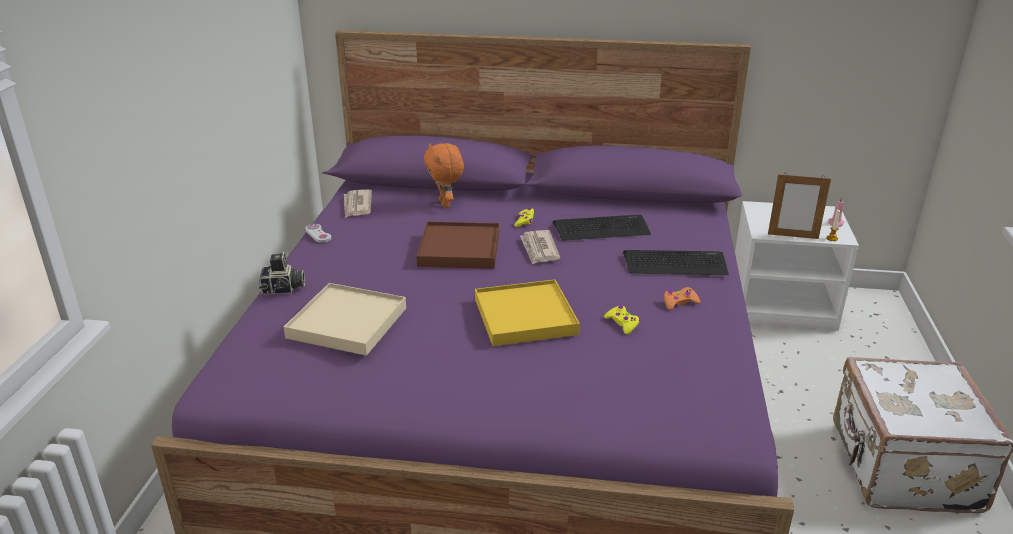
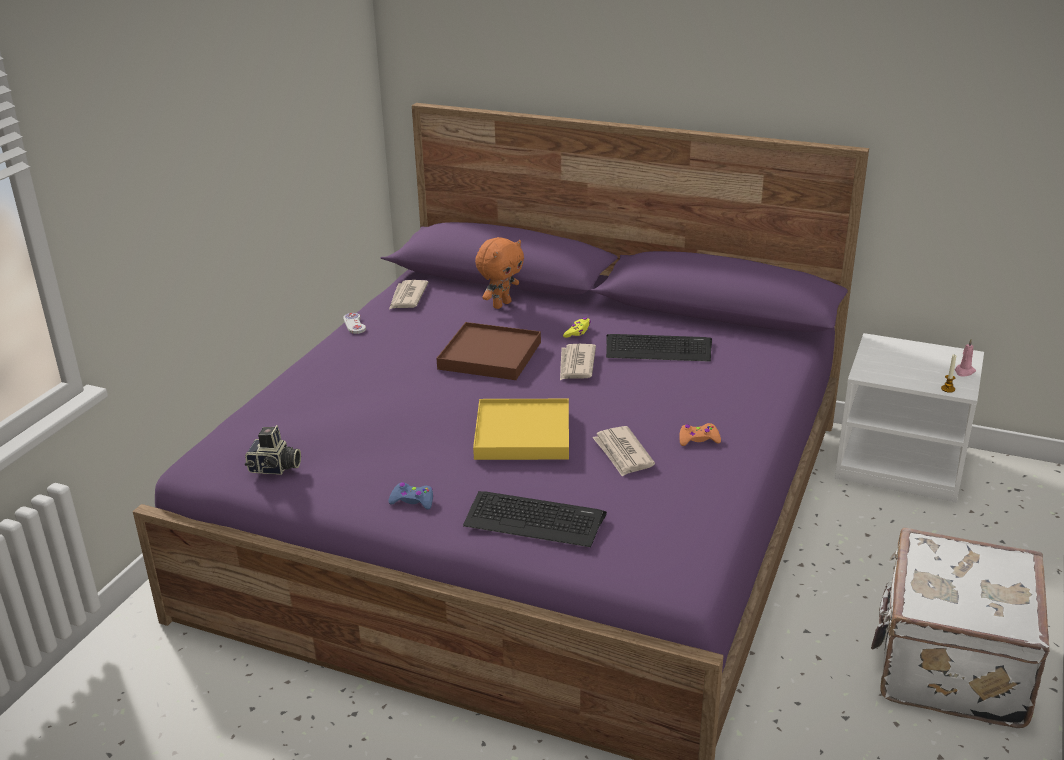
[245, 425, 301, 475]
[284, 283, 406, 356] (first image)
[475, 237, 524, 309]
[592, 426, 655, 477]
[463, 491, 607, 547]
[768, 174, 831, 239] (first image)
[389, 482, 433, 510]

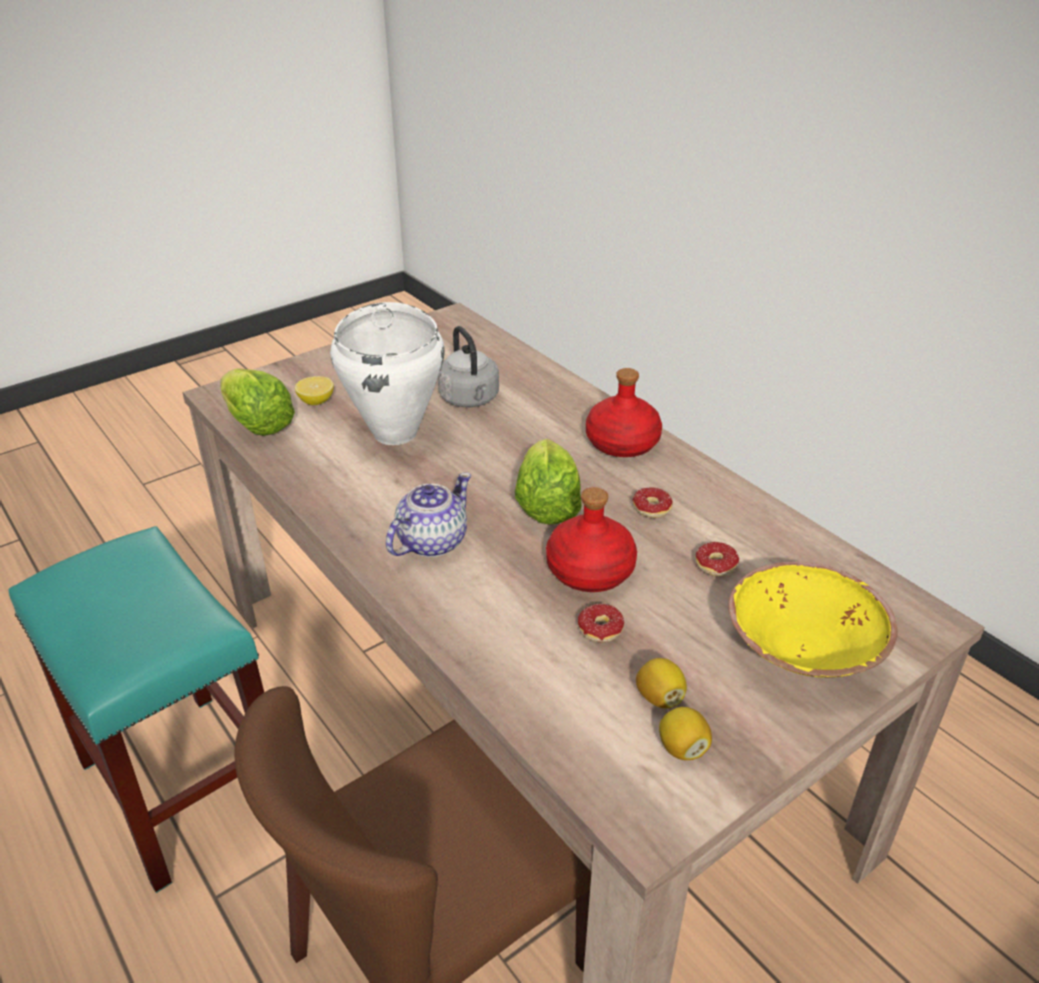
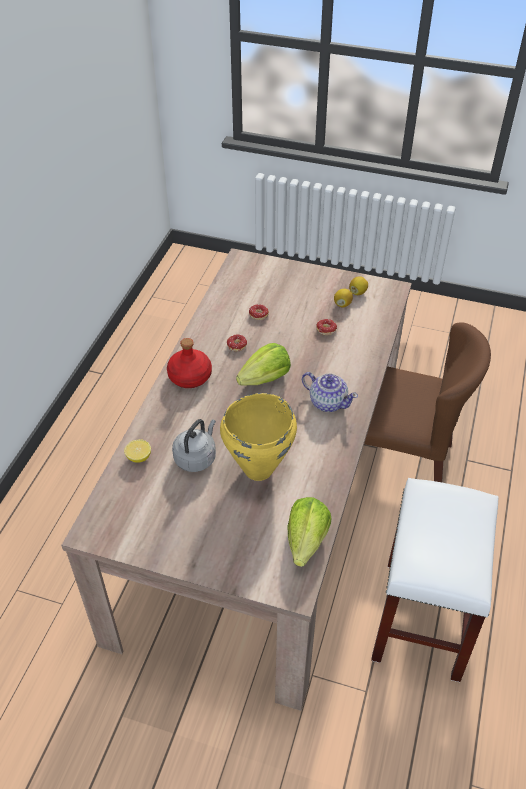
[371, 478, 499, 682]
[124, 439, 151, 463]
[220, 393, 297, 481]
[302, 372, 358, 412]
[546, 487, 637, 592] (first image)
[728, 562, 897, 678] (first image)

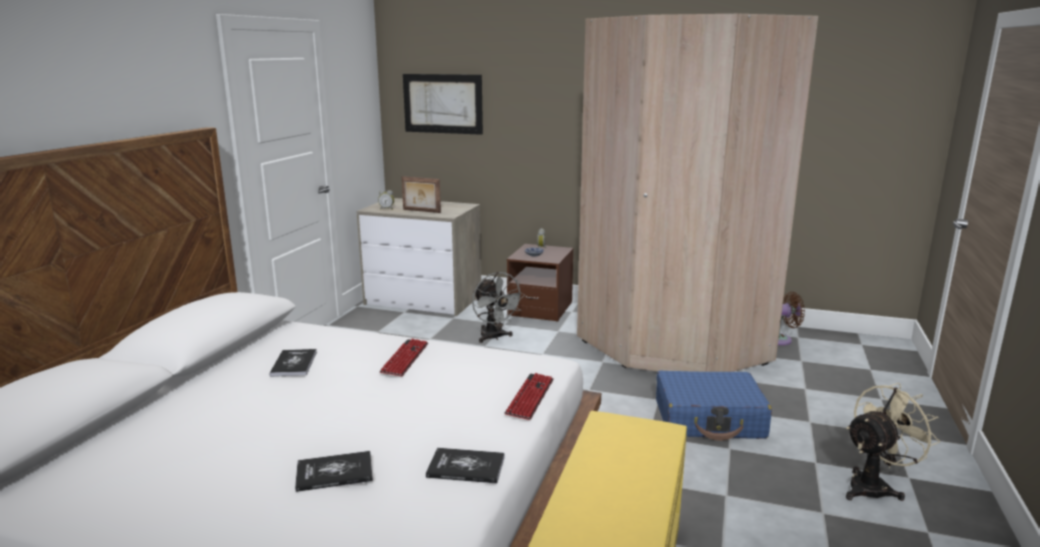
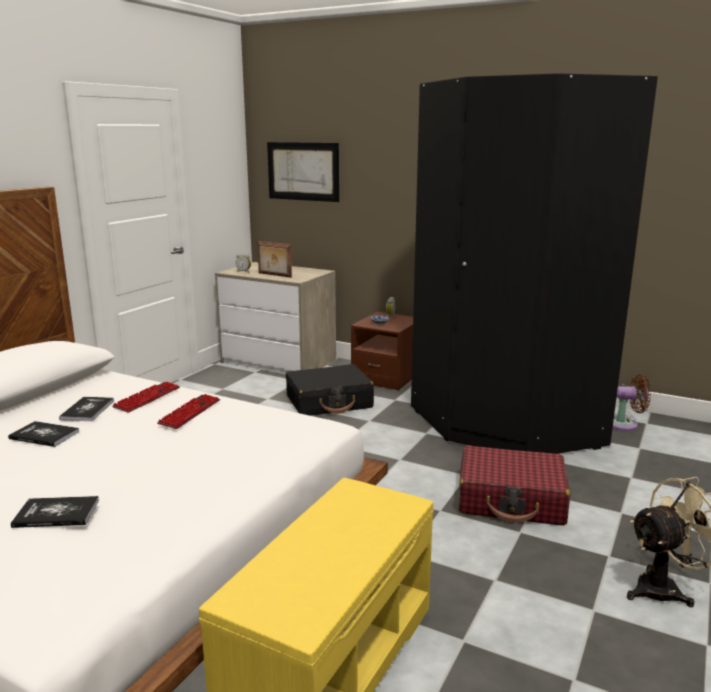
[8, 421, 79, 447]
[286, 364, 374, 416]
[112, 382, 180, 413]
[411, 73, 658, 454]
[459, 445, 570, 525]

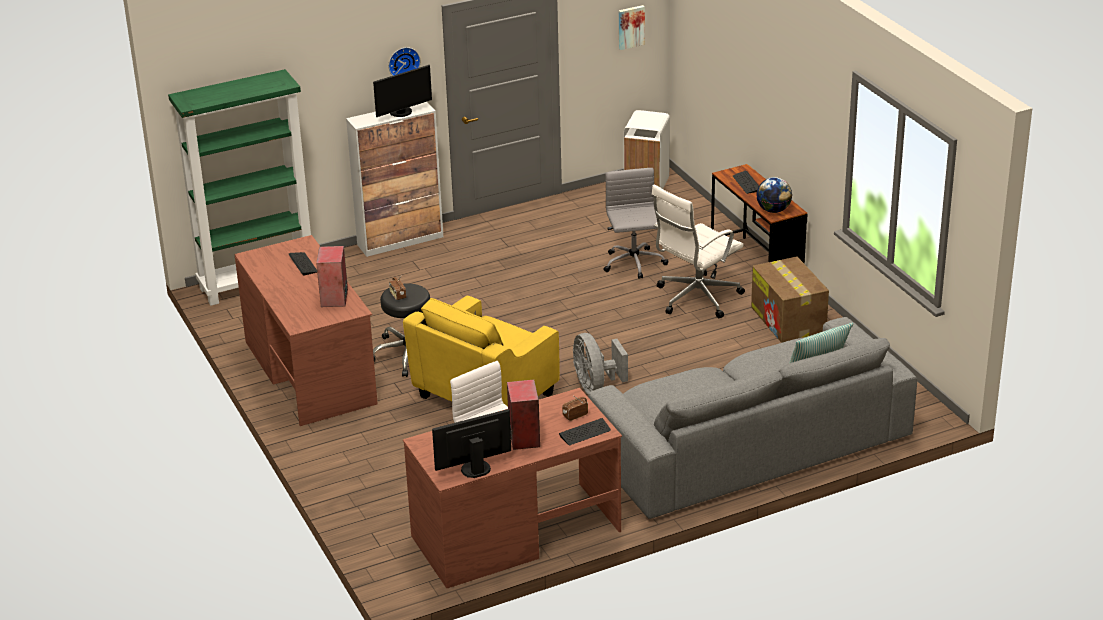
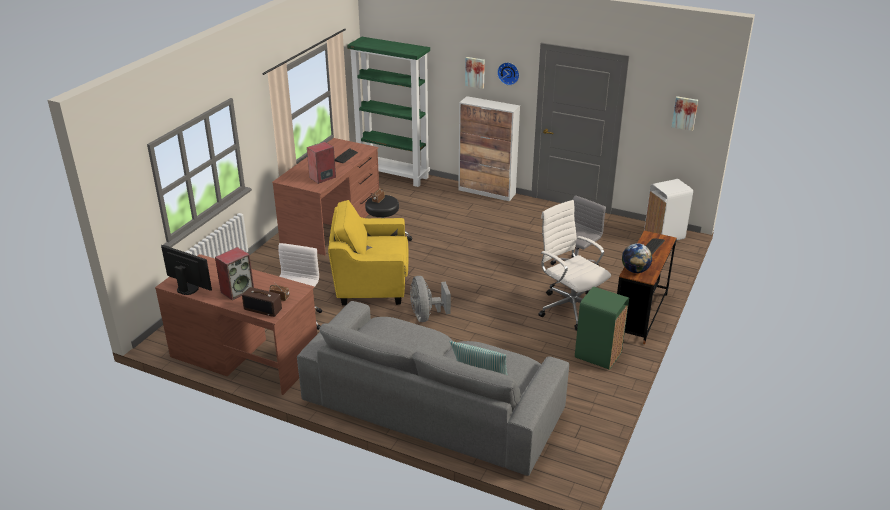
[373, 65, 432, 117] (first image)
[242, 287, 282, 317]
[410, 276, 451, 322]
[539, 200, 611, 331]
[575, 287, 629, 370]
[465, 57, 485, 89]

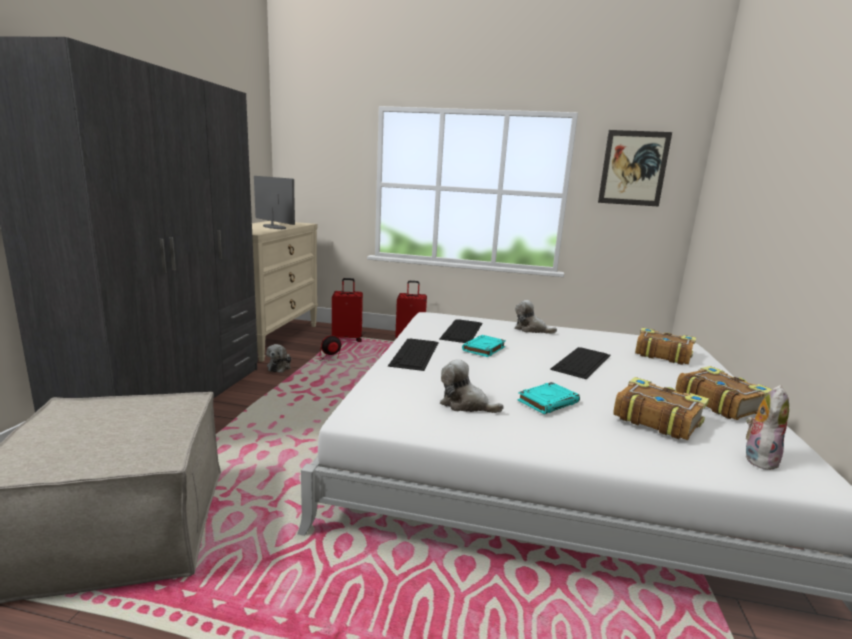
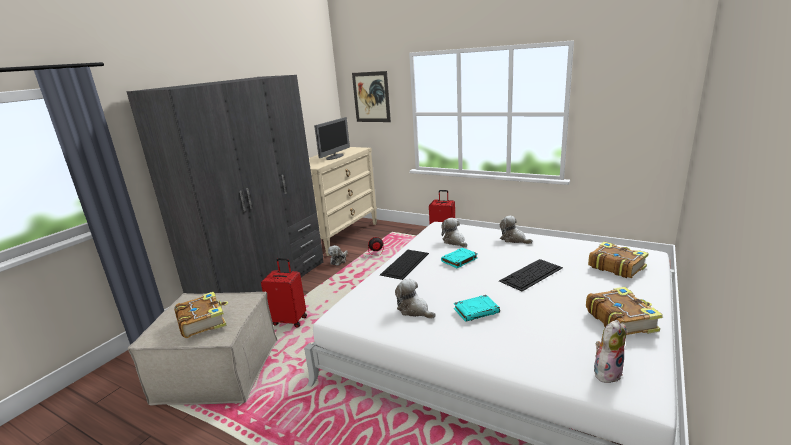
[314, 117, 350, 160]
[261, 258, 307, 327]
[442, 218, 467, 247]
[352, 71, 391, 122]
[174, 292, 228, 338]

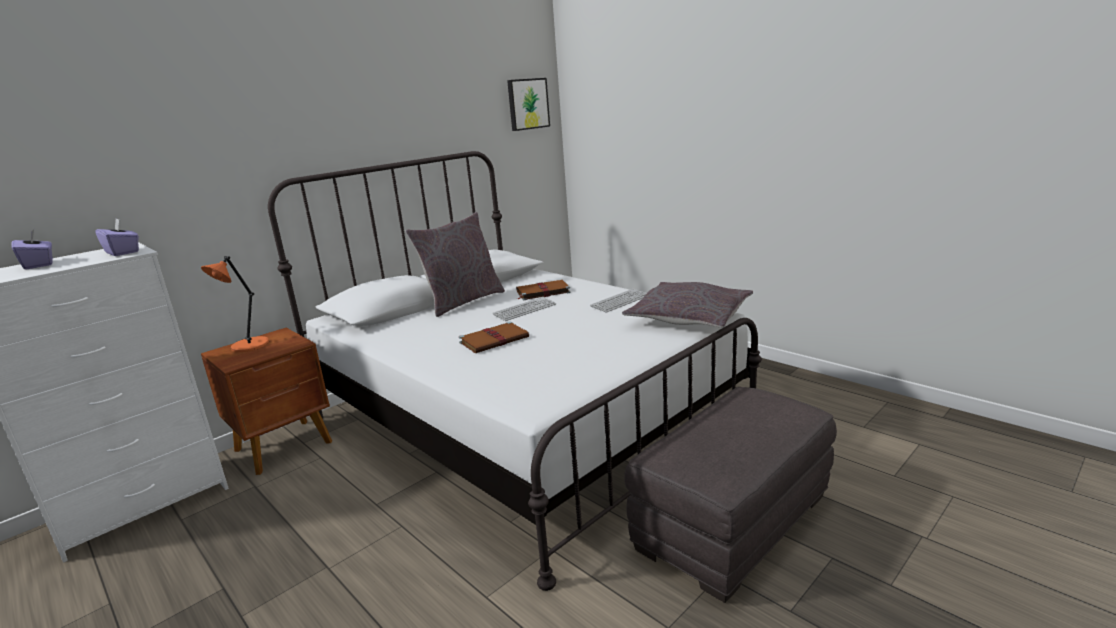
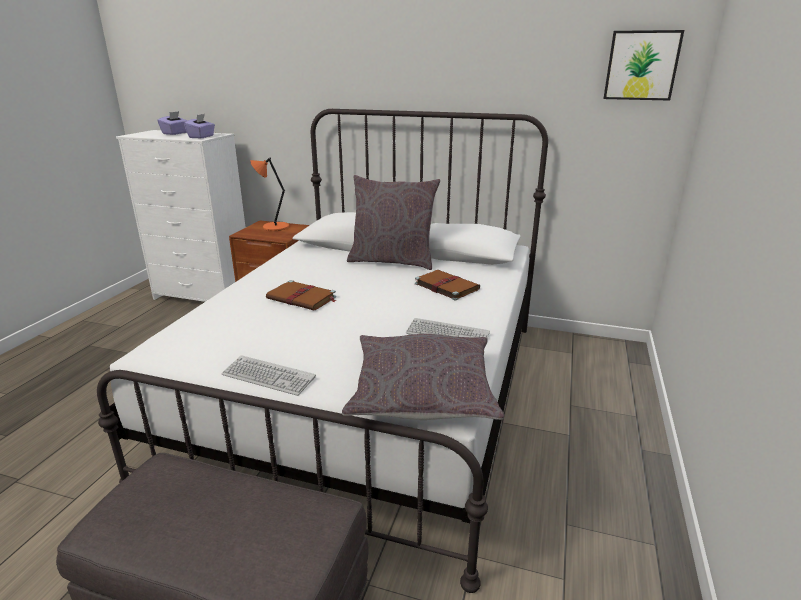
[221, 355, 316, 396]

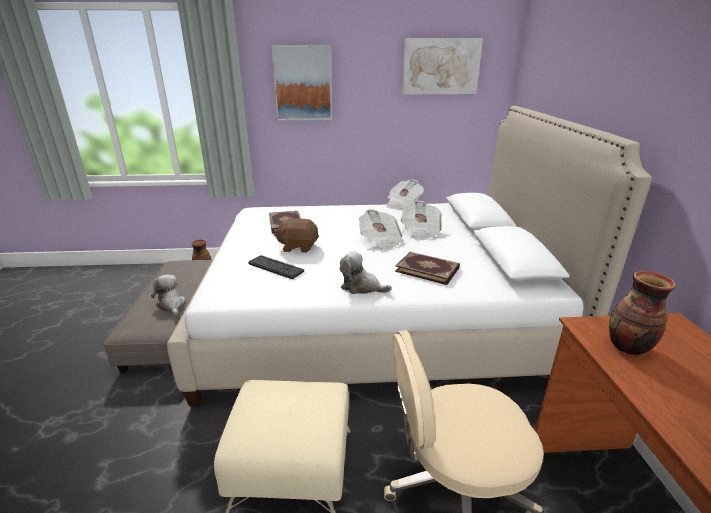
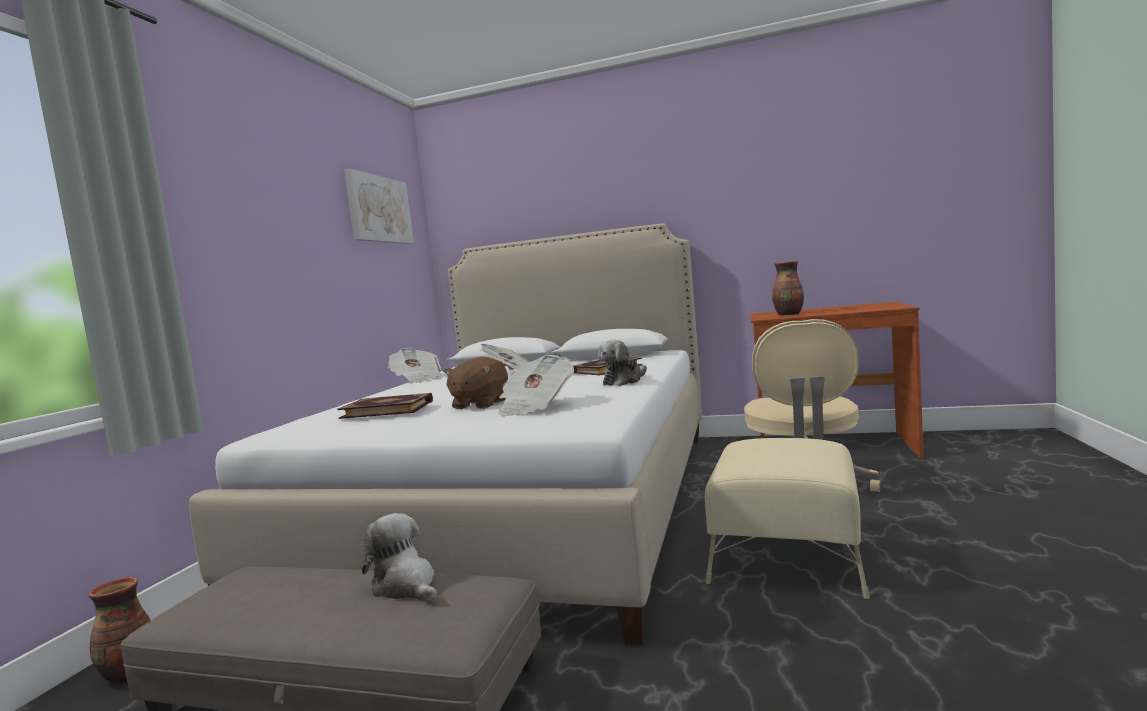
[362, 513, 437, 603]
[498, 355, 574, 416]
[271, 45, 332, 120] (first image)

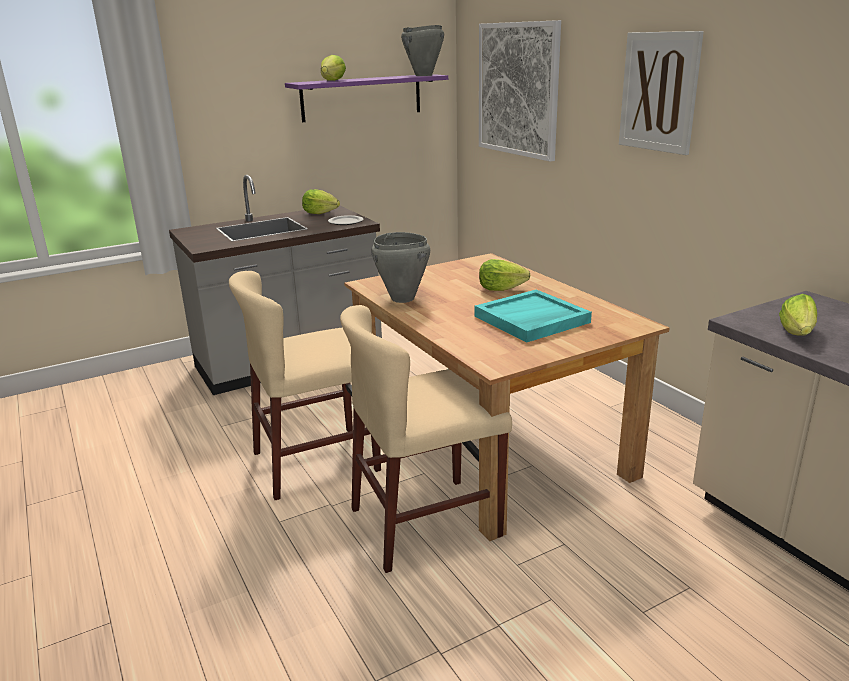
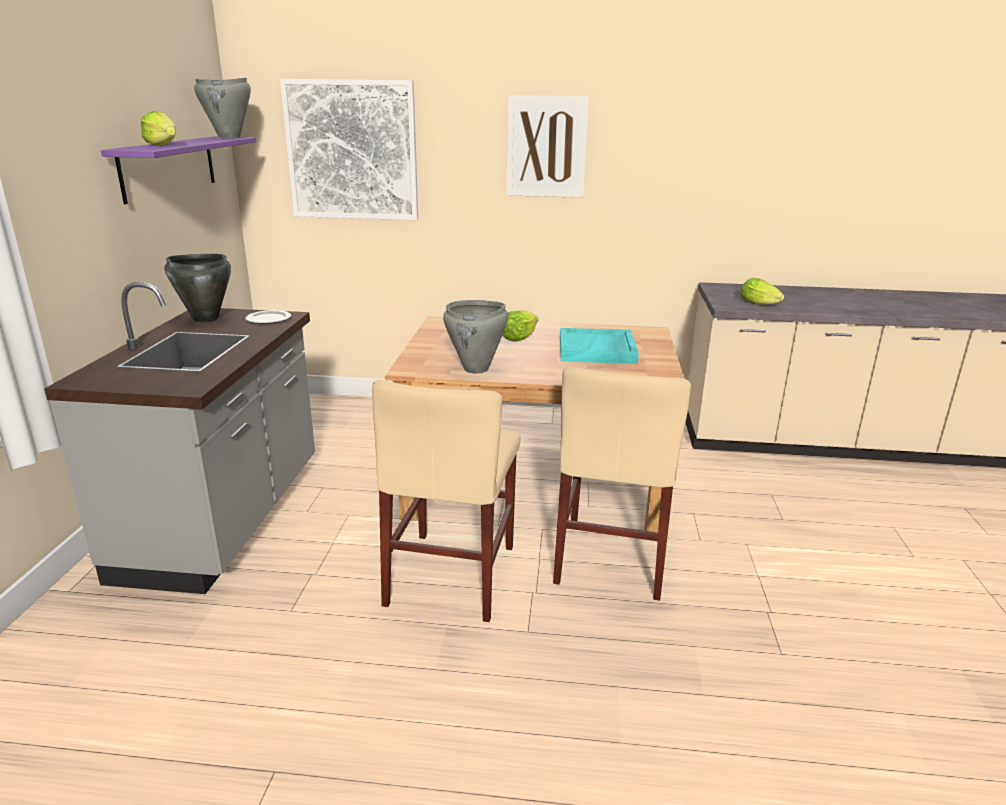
[165, 254, 231, 323]

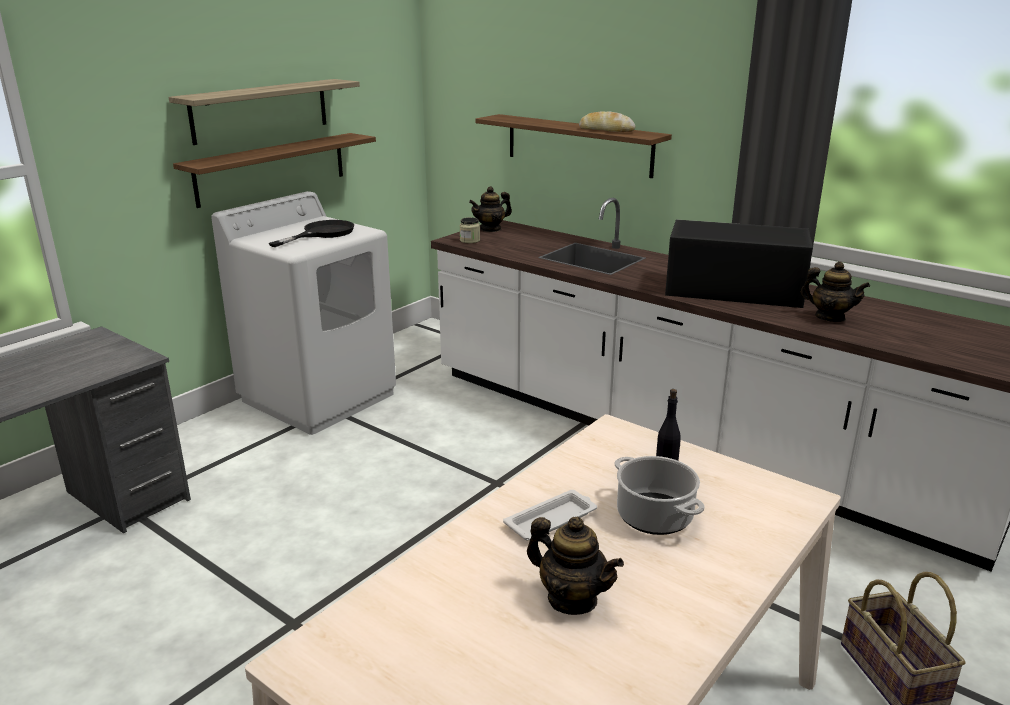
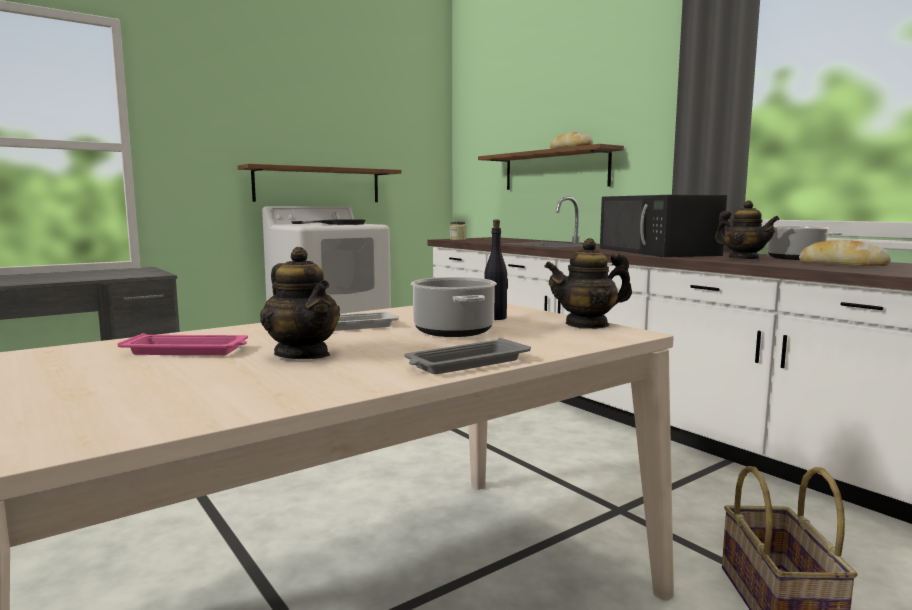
[169, 79, 360, 145] (first image)
[544, 238, 632, 329]
[600, 195, 727, 257]
[117, 333, 248, 355]
[404, 338, 531, 374]
[767, 226, 843, 260]
[799, 240, 891, 266]

